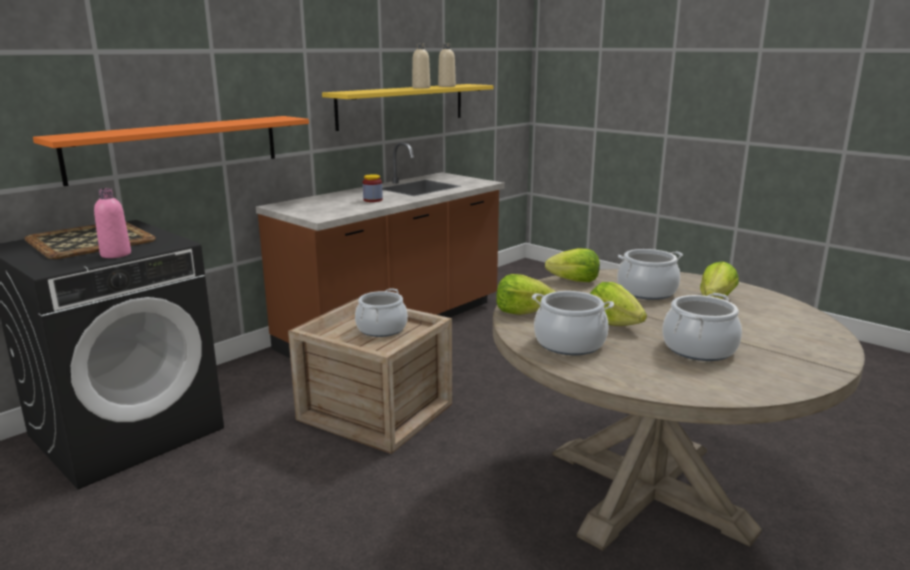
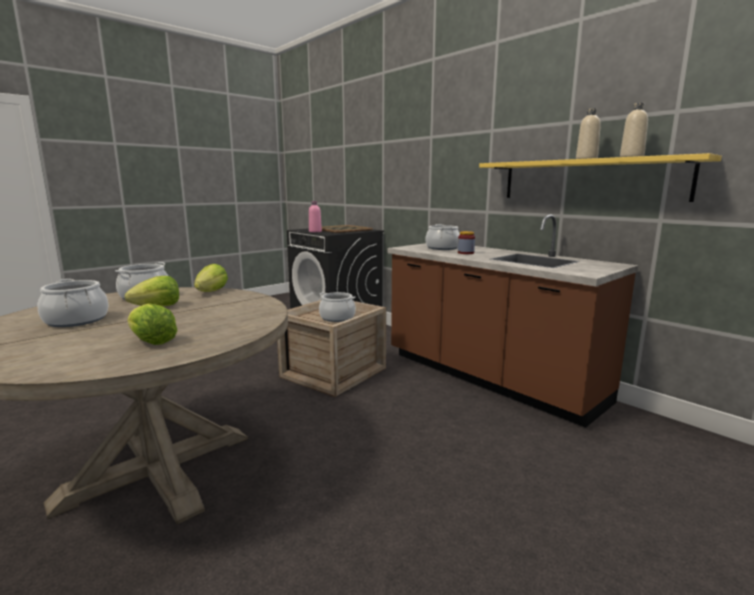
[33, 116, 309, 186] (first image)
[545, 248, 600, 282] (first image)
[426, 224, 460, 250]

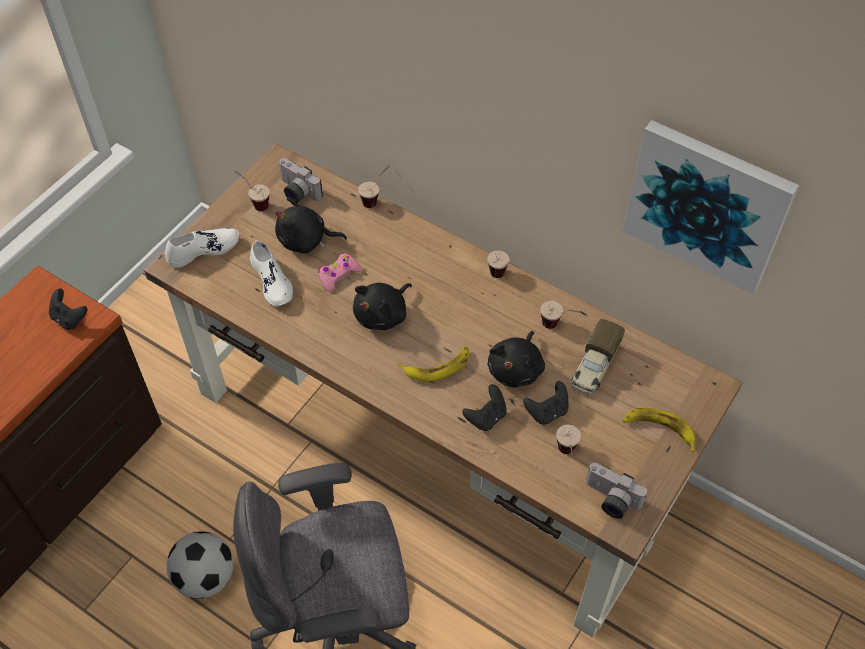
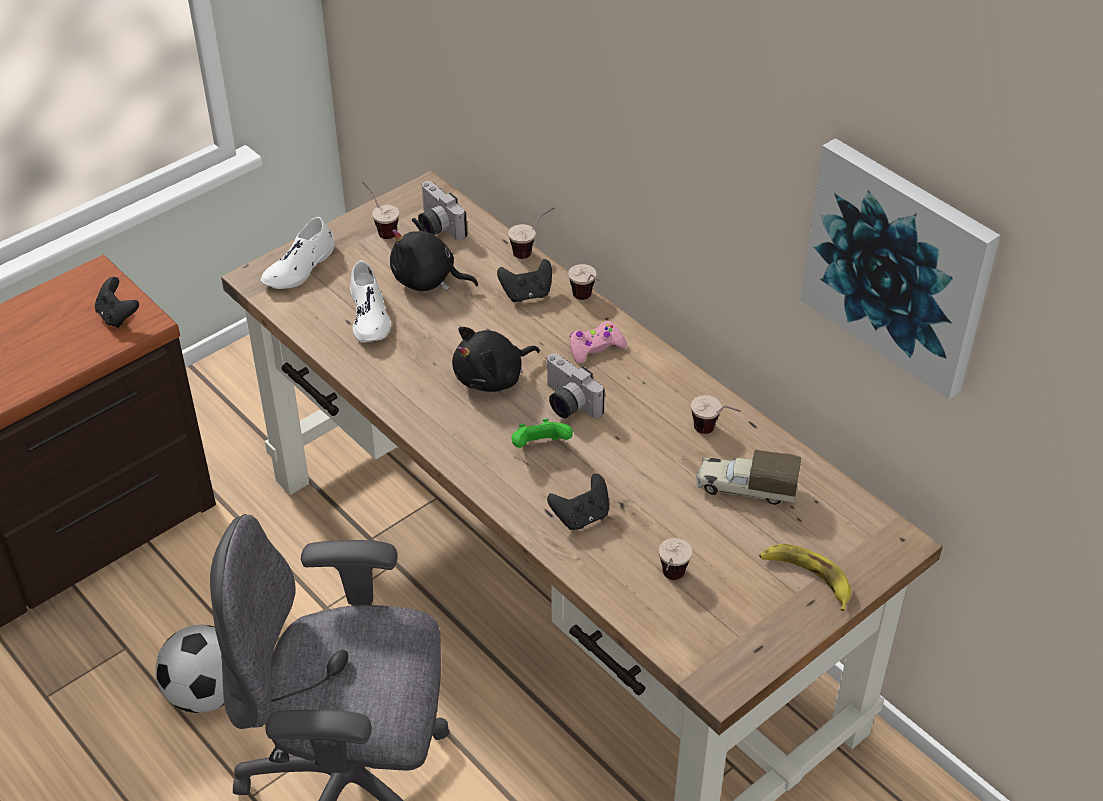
[260, 217, 335, 289]
[570, 321, 627, 364]
[512, 419, 573, 448]
[568, 264, 599, 300]
[487, 331, 545, 387] (first image)
[497, 259, 552, 302]
[696, 450, 801, 505]
[547, 353, 605, 419]

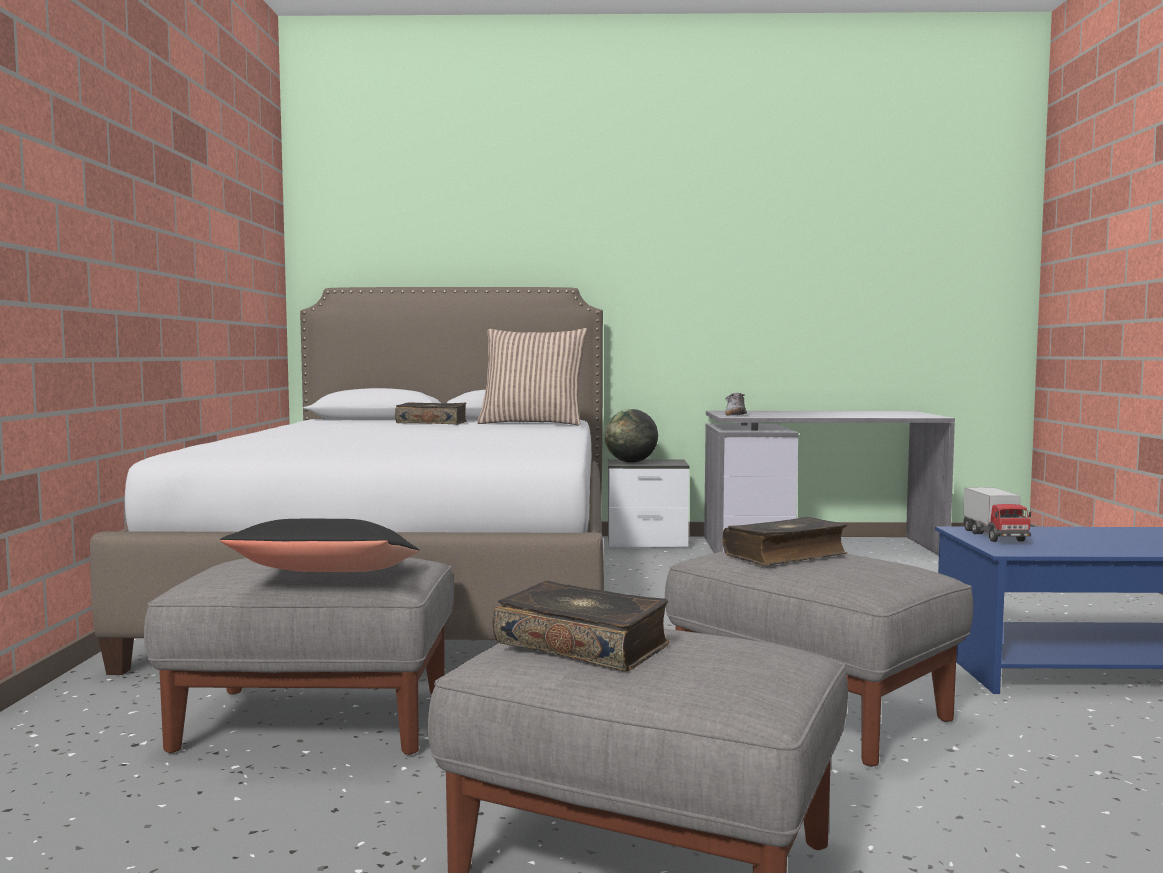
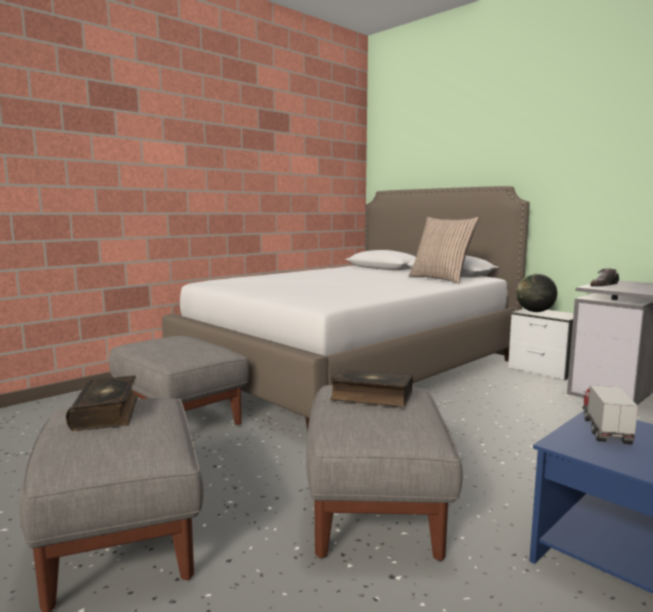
[220, 519, 420, 572] (first image)
[395, 402, 467, 425] (first image)
[583, 385, 638, 444]

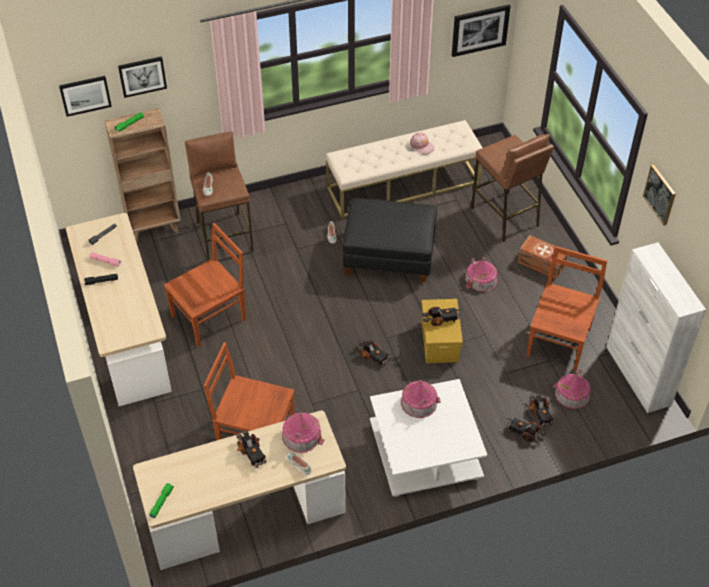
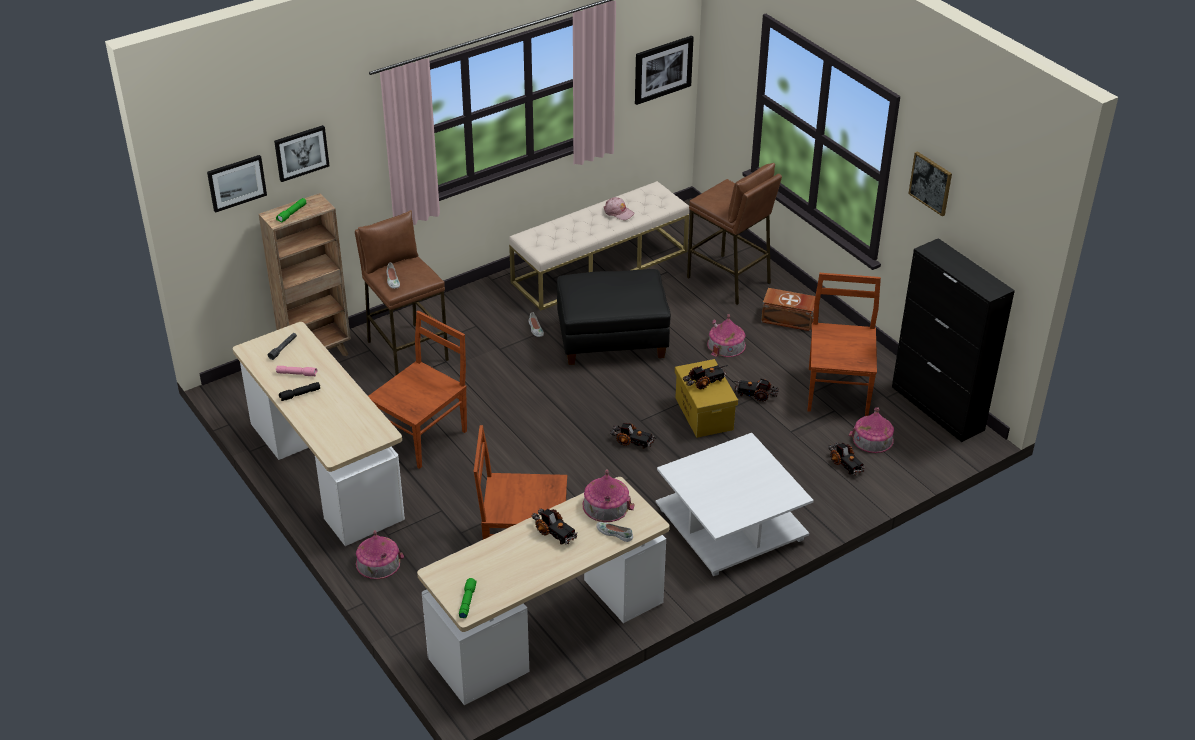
[356, 530, 404, 579]
[733, 379, 779, 402]
[892, 238, 1015, 442]

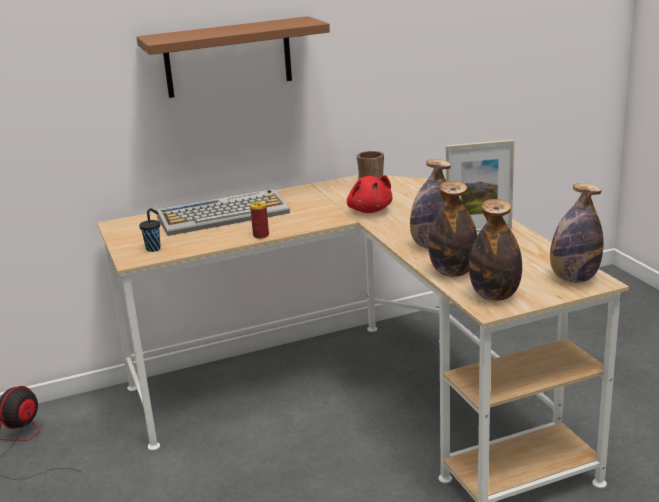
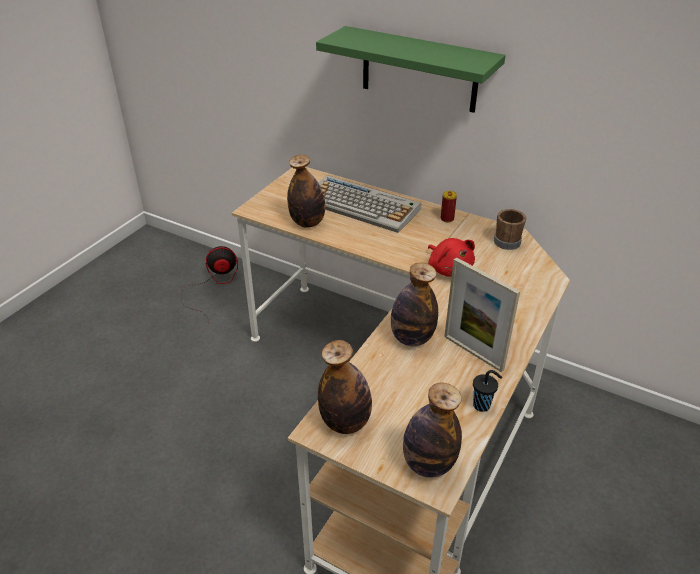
[316, 26, 506, 113]
[473, 370, 502, 412]
[440, 191, 457, 222]
[428, 238, 475, 277]
[287, 155, 325, 228]

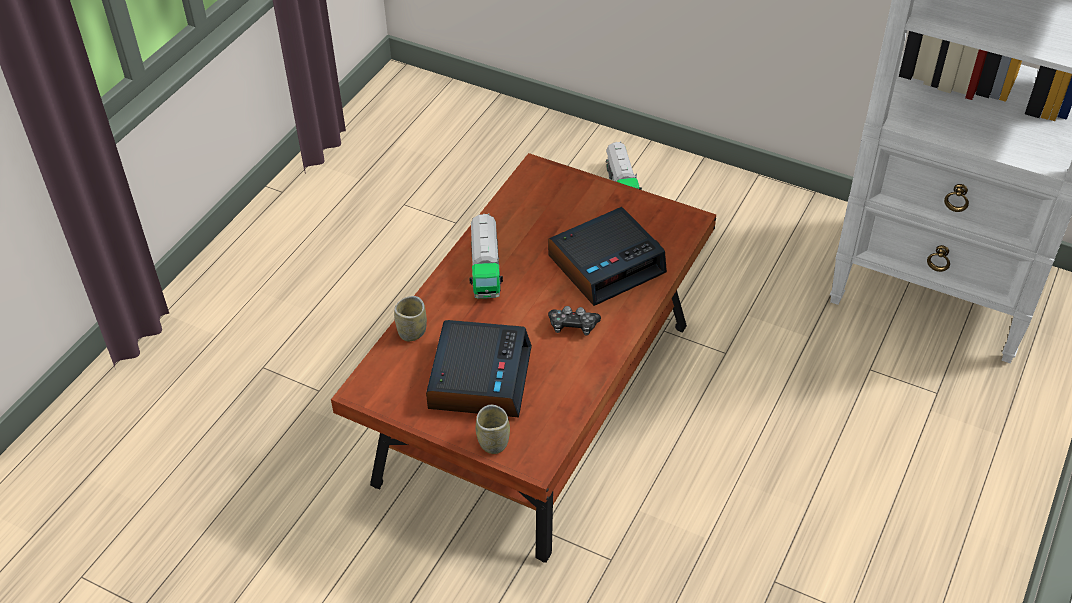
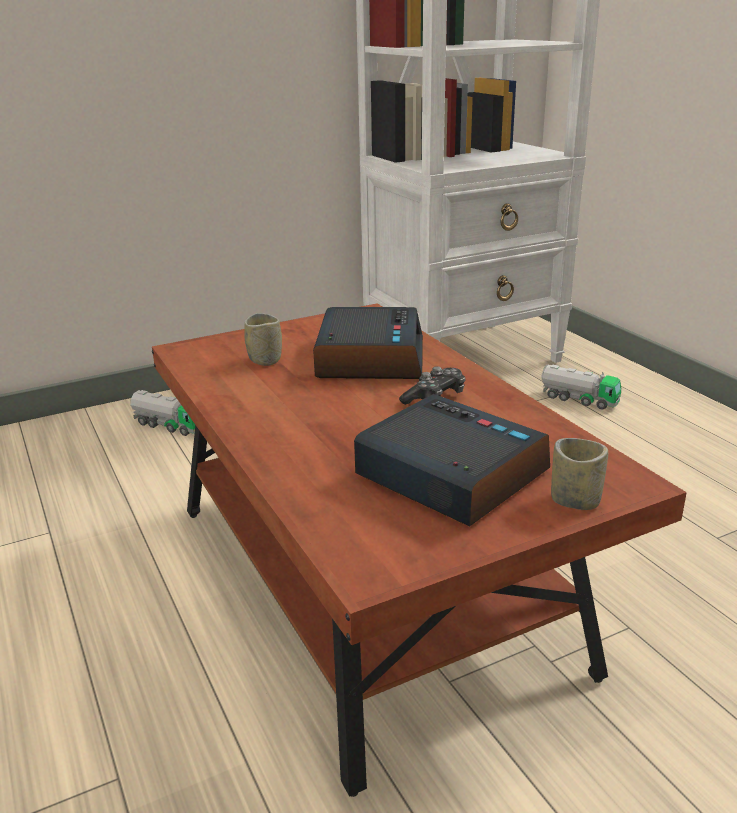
[244, 313, 282, 366]
[542, 365, 621, 410]

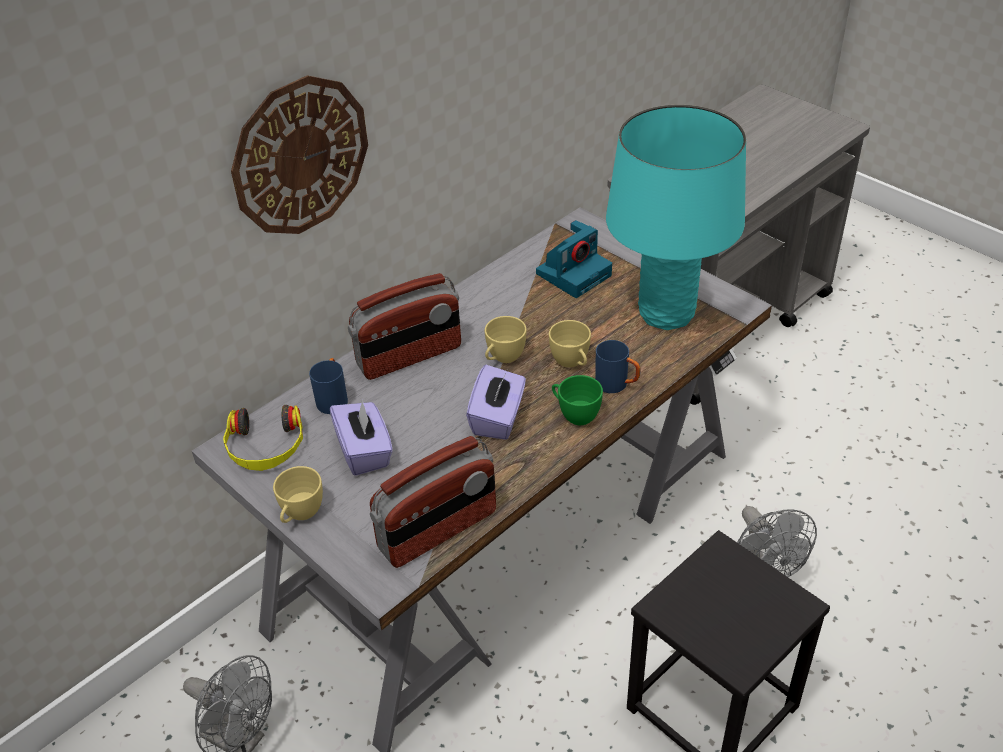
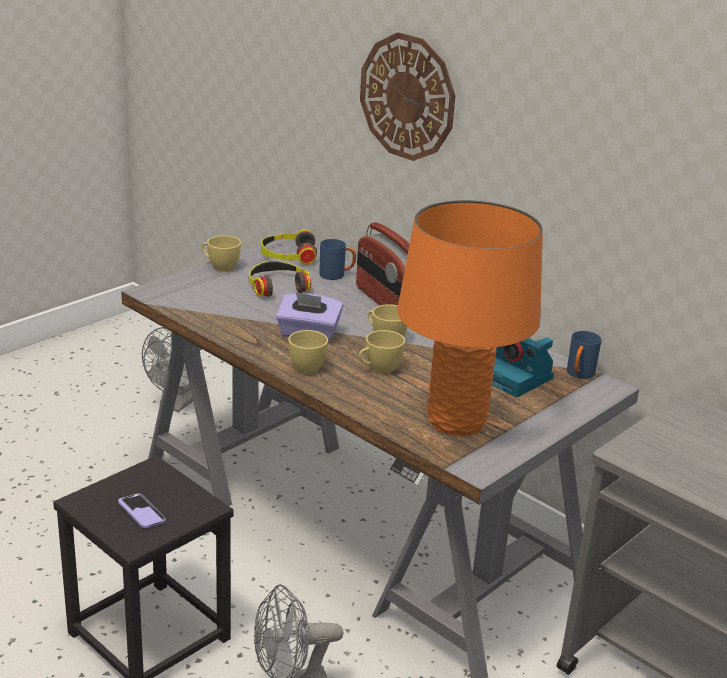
[249, 261, 311, 297]
[370, 436, 496, 568] (first image)
[288, 330, 328, 374]
[567, 331, 602, 379]
[397, 200, 543, 437]
[118, 494, 166, 528]

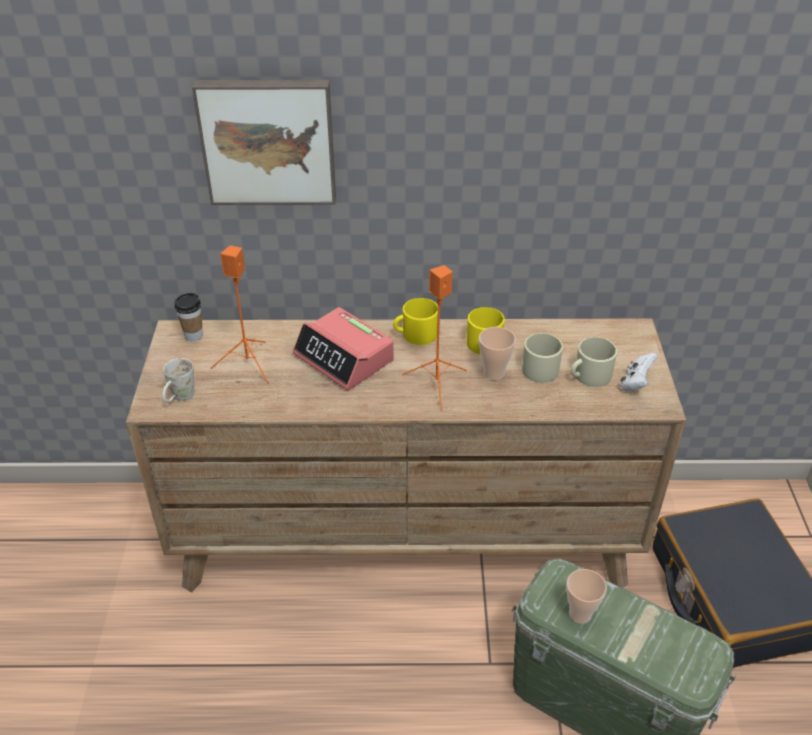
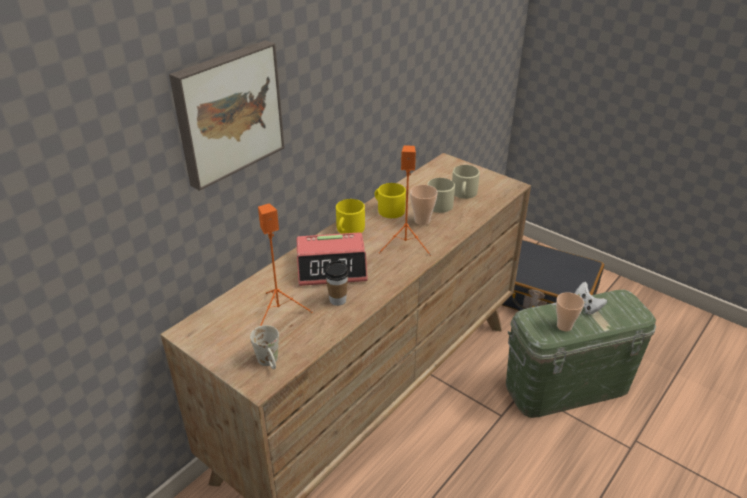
[325, 261, 349, 306]
[575, 282, 607, 314]

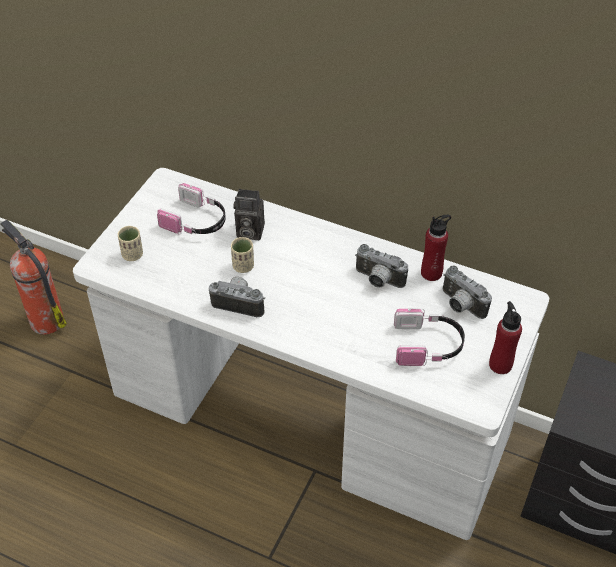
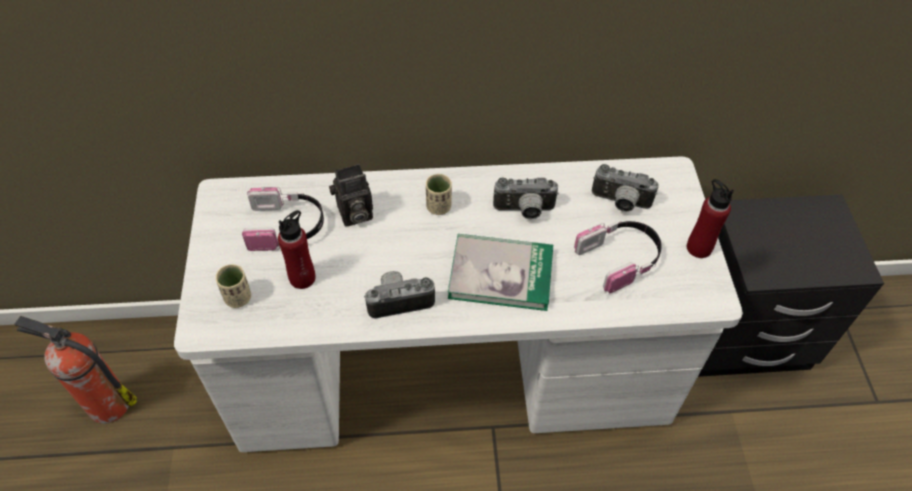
[426, 174, 452, 215]
[278, 210, 315, 289]
[448, 234, 553, 311]

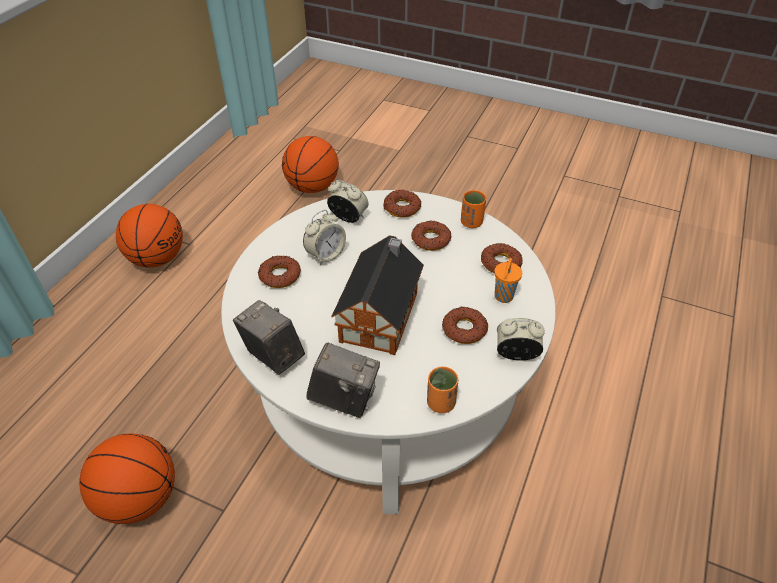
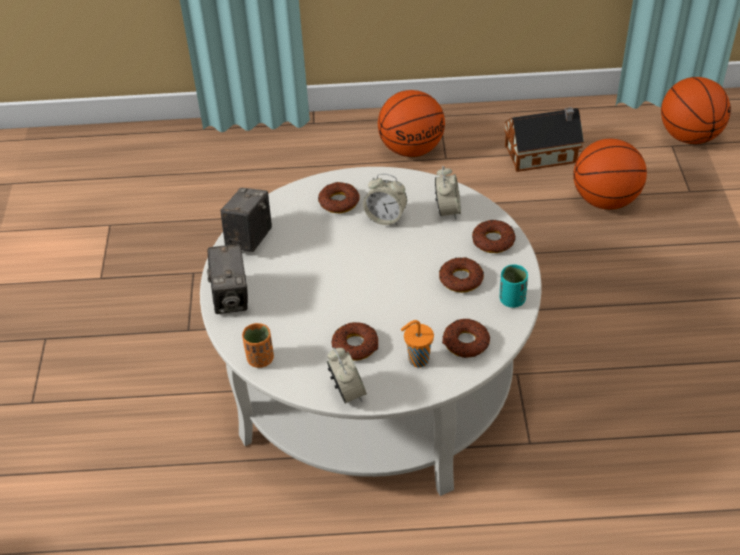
[661, 77, 731, 144]
[504, 107, 584, 172]
[500, 264, 528, 308]

